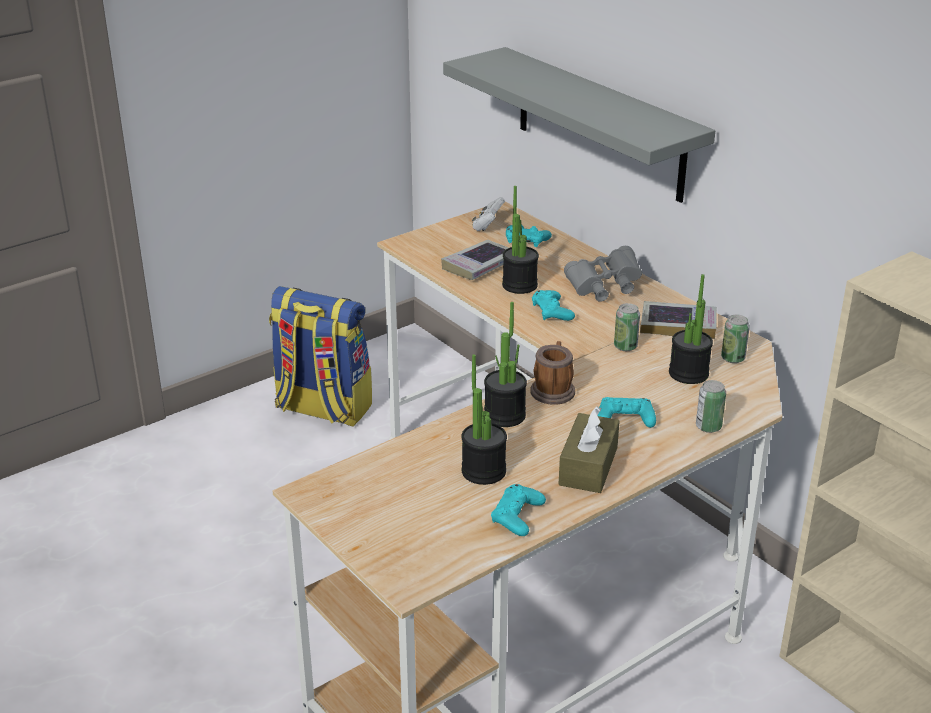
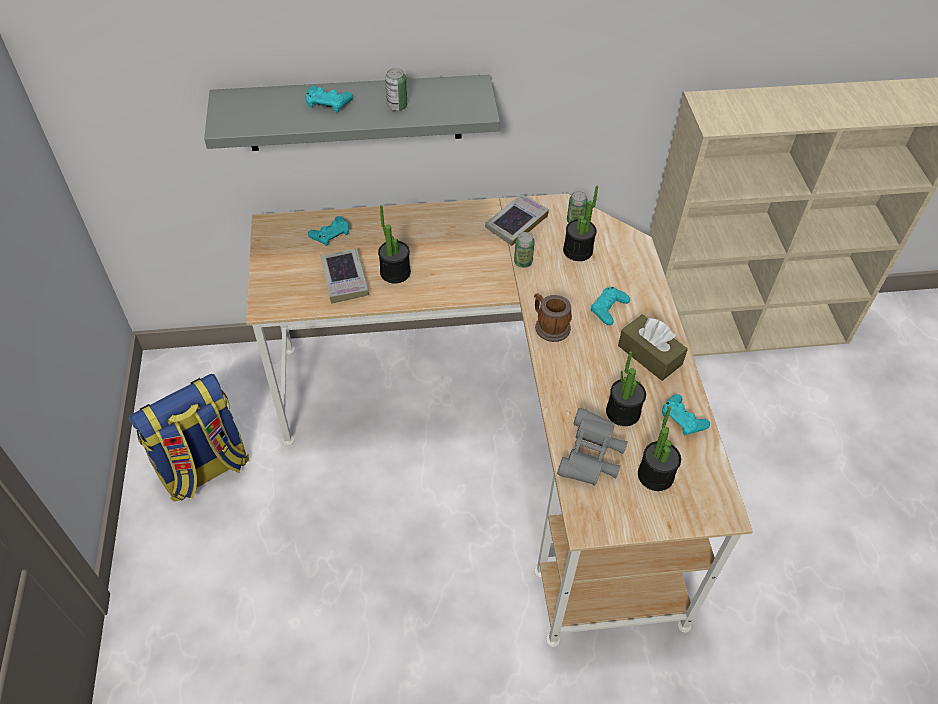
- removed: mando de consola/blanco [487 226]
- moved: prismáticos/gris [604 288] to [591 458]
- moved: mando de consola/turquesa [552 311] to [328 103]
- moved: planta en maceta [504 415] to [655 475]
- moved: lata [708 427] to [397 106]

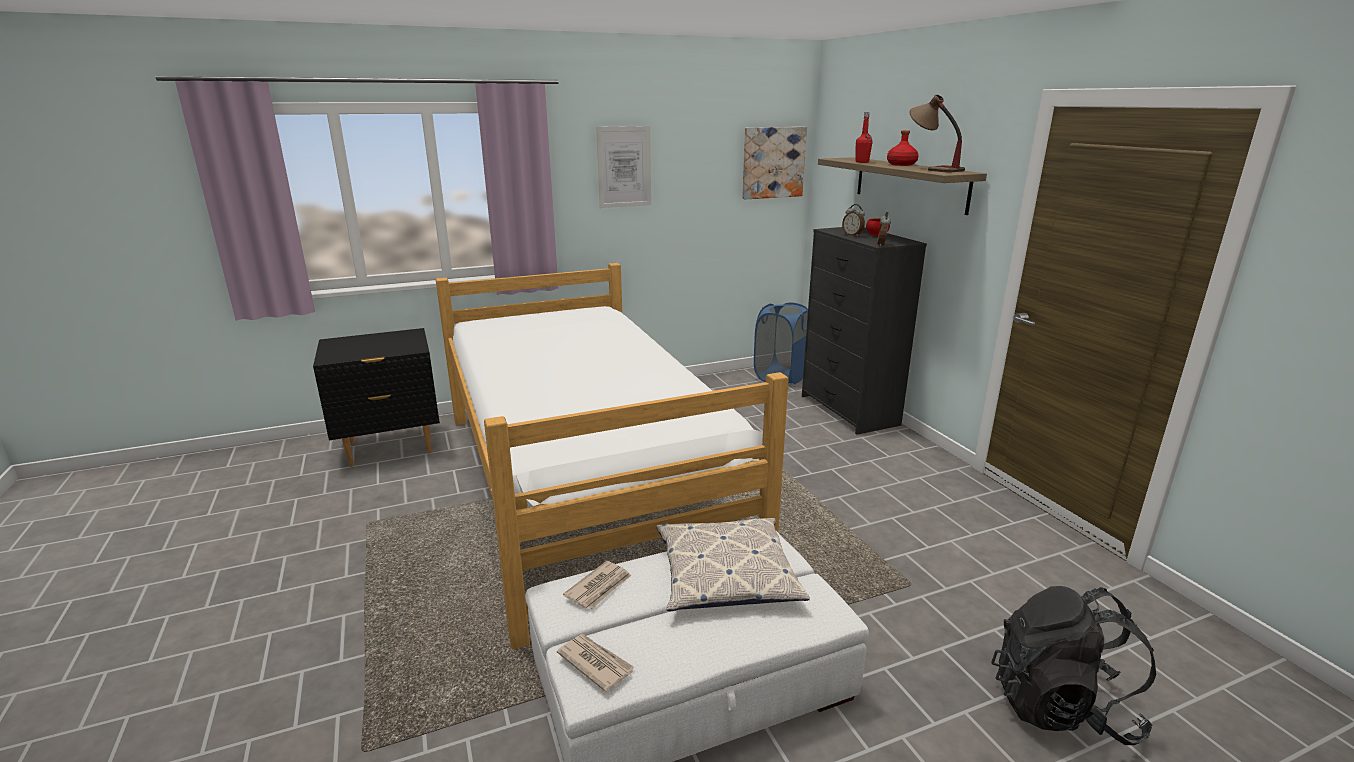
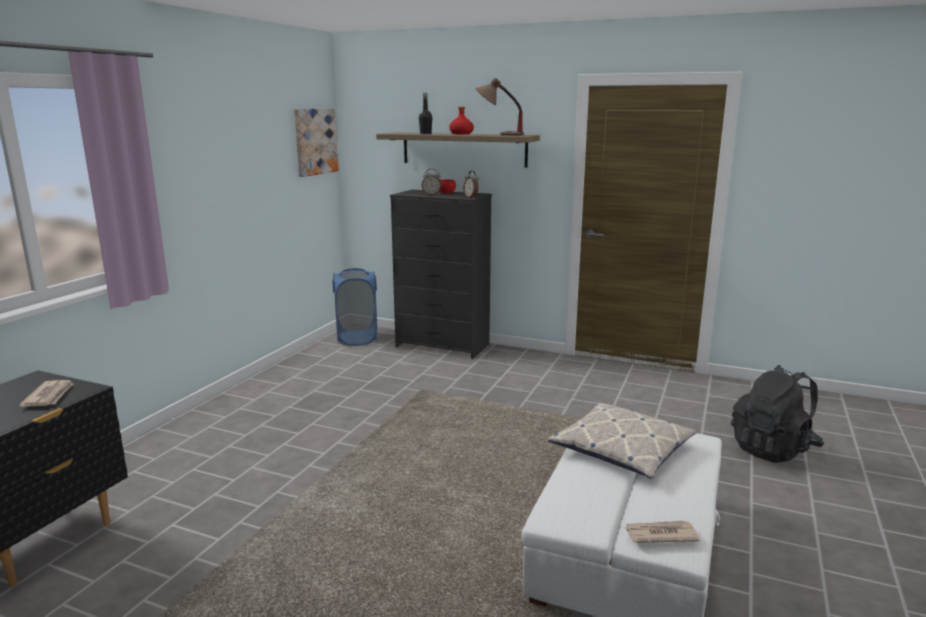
- recoloured: botella/rojo [862 162] to botella/negro [425 134]
- removed: cuadro [624 167]
- removed: cama [584 484]
- moved: periódico [599 587] to [49 396]

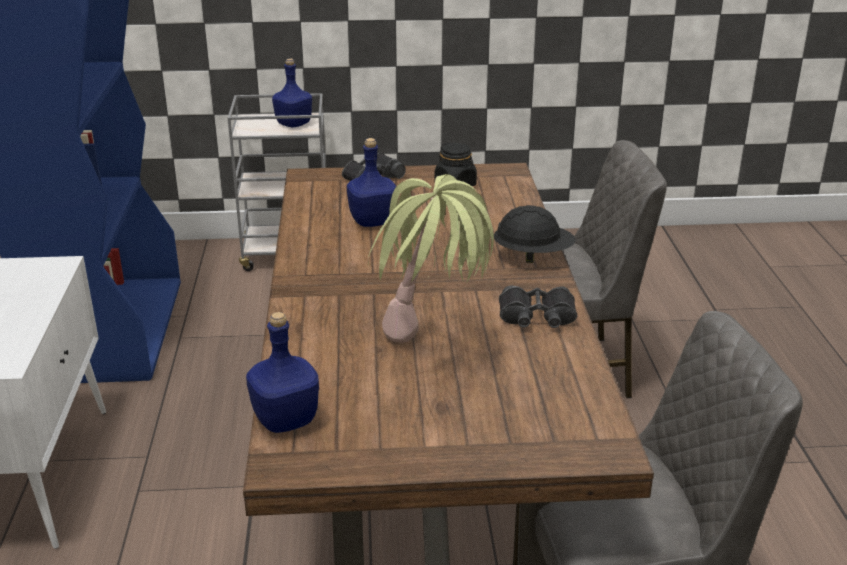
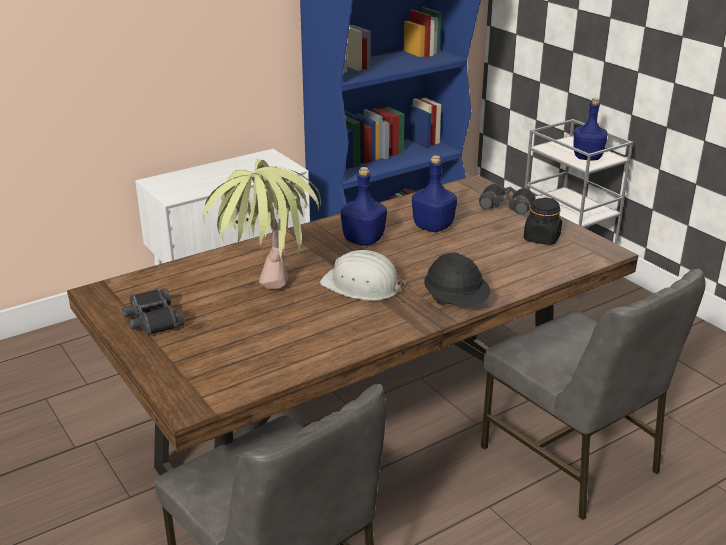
- moved: prismáticos/negro [537 317] to [152 320]
- moved: botella/azul [286 420] to [363 240]
- added: casco/blanco [362 286]

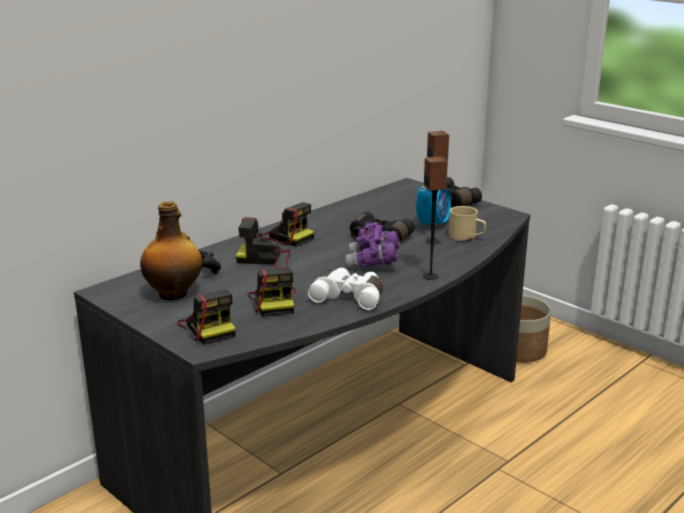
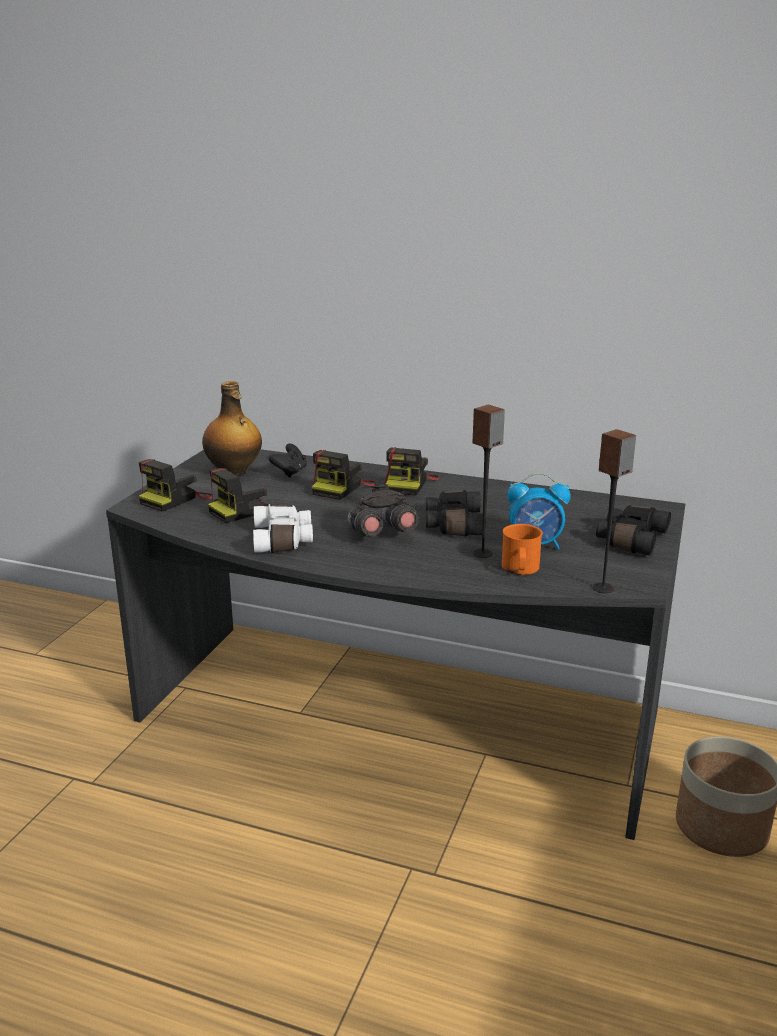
- moved: altavoz [431 276] to [603 588]
- recoloured: taza grande/beis [466 237] to taza grande/naranja [520 570]
- turned: cámara [266 259] = [342 488] 135 degrees counterclockwise
- recoloured: prismáticos/morado [373 264] to prismáticos/gris [381 535]

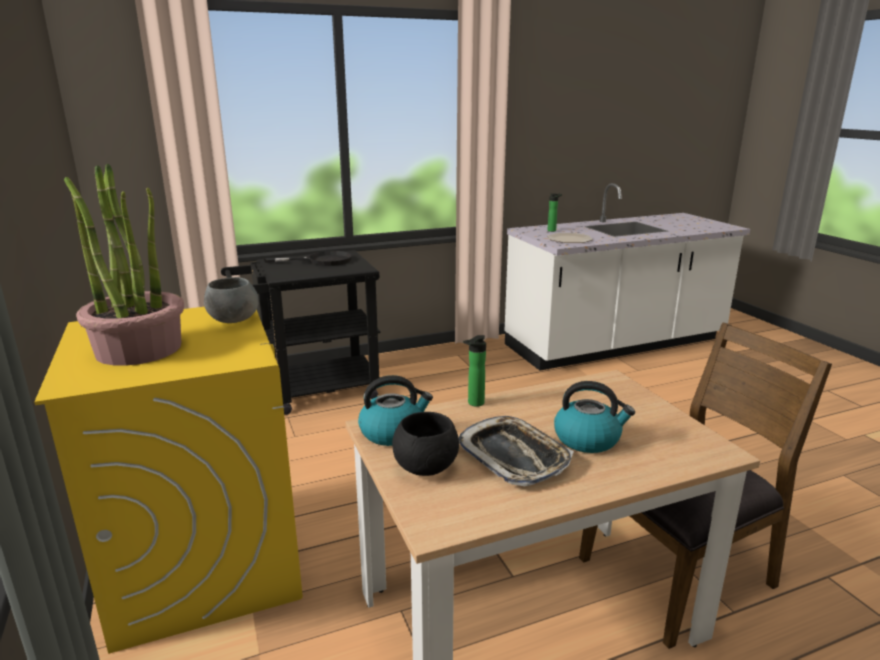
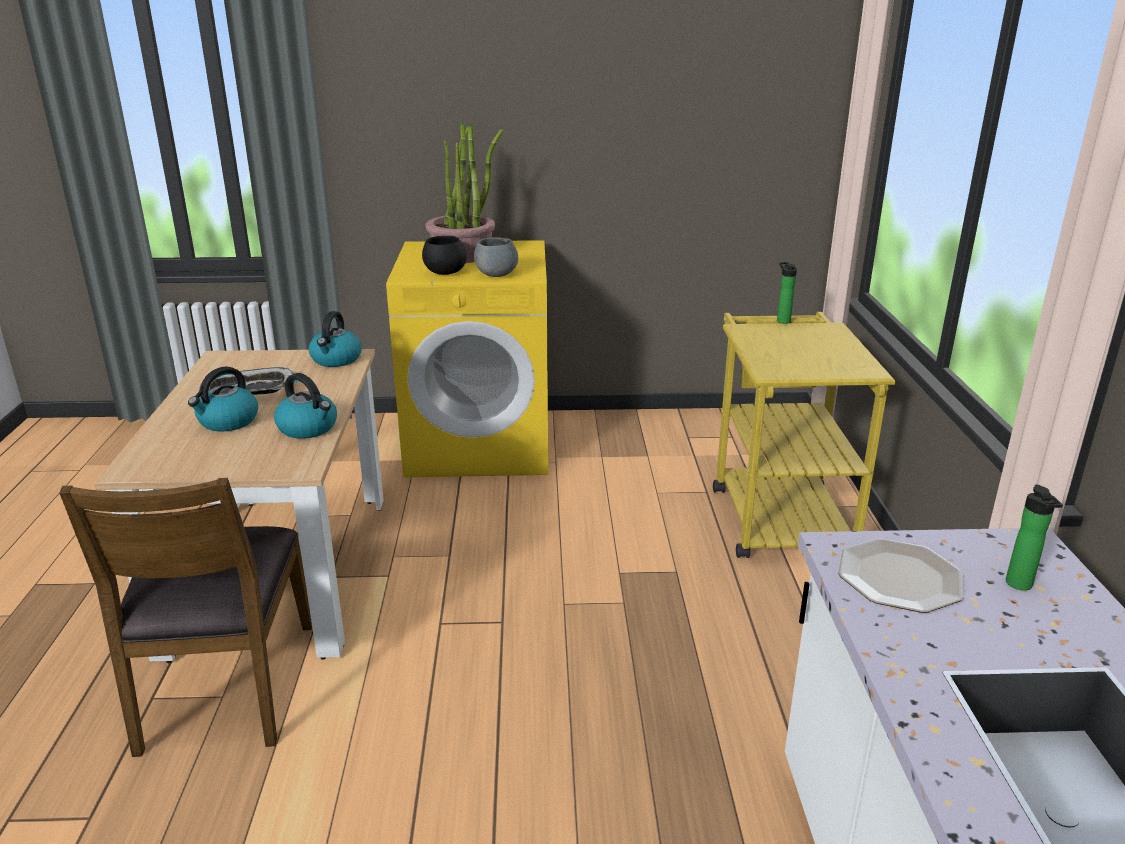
- recoloured: carrito/negro [312 391] to carrito/amarillo [777 513]
- removed: sartén/negro [321 261]
- moved: botella [474 403] to [782 320]
- moved: cuenco/negro [425 467] to [445 272]
- added: hervidor [308 428]

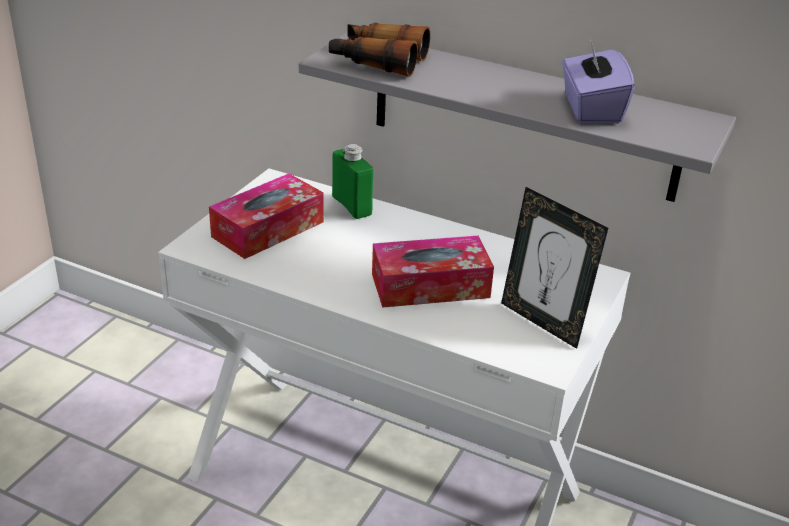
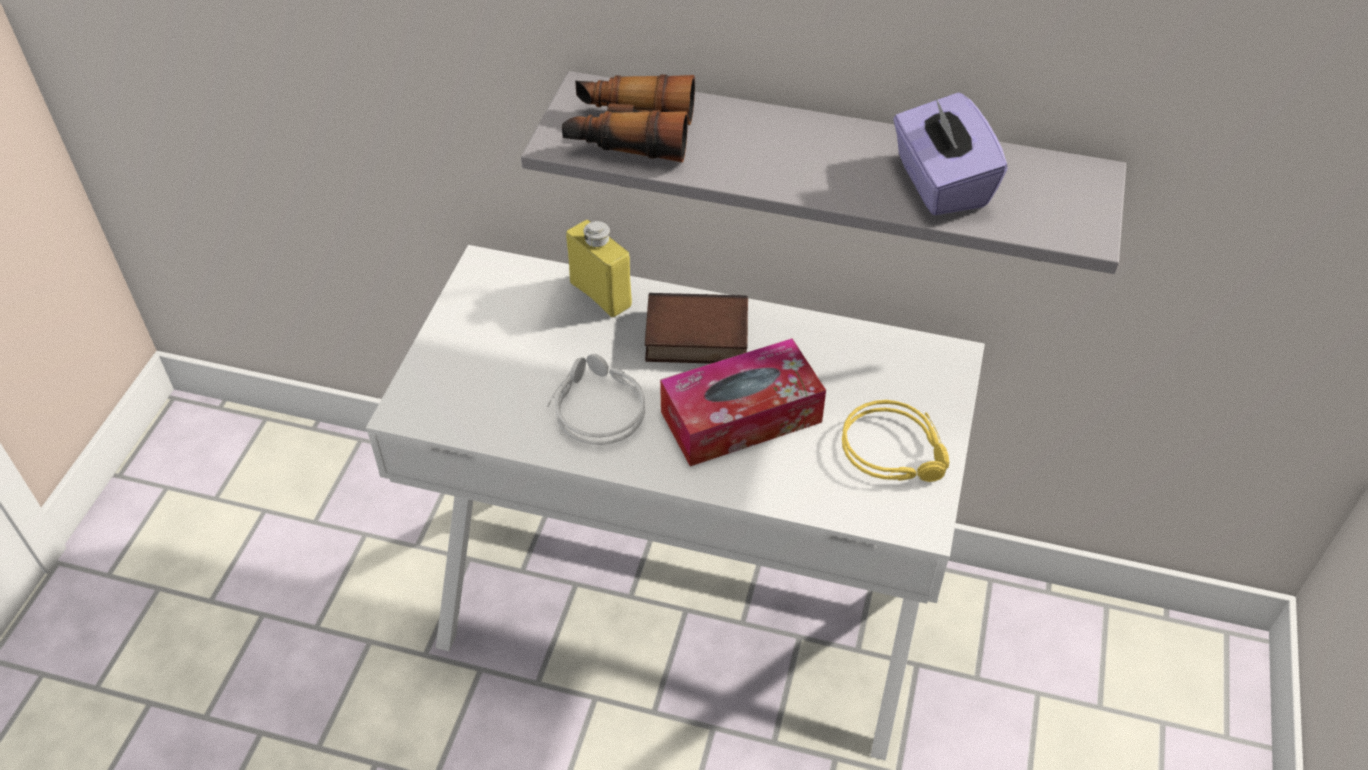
- recoloured: botella/verde [351 206] to botella/amarillo [600 294]
- removed: caja de pañuelos [268 229]
- replaced: portarretratos [543 322] to auriculares/amarillo [897 450]
- added: libro [695 339]
- added: auriculares/gris [595 407]

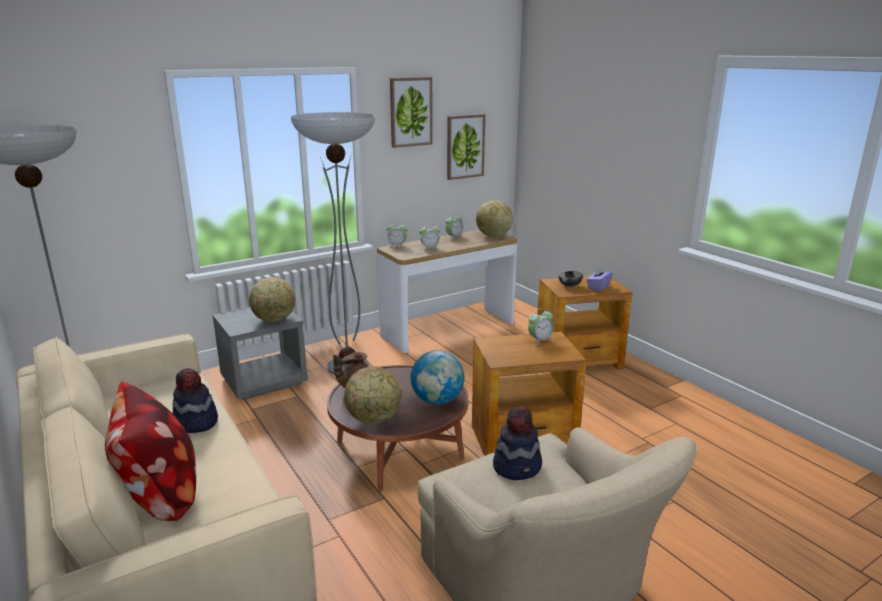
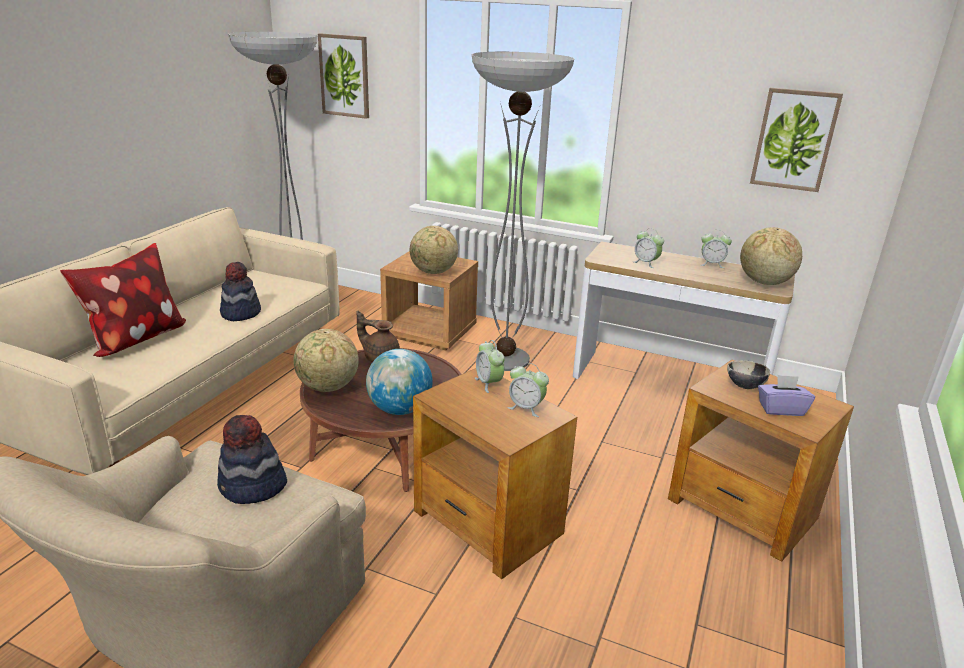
- moved: cuadro [410 112] to [345 76]
- moved: despertador [397 246] to [489 383]
- recoloured: mesita de noche/gris [264 380] to mesita de noche/marrón [430 332]

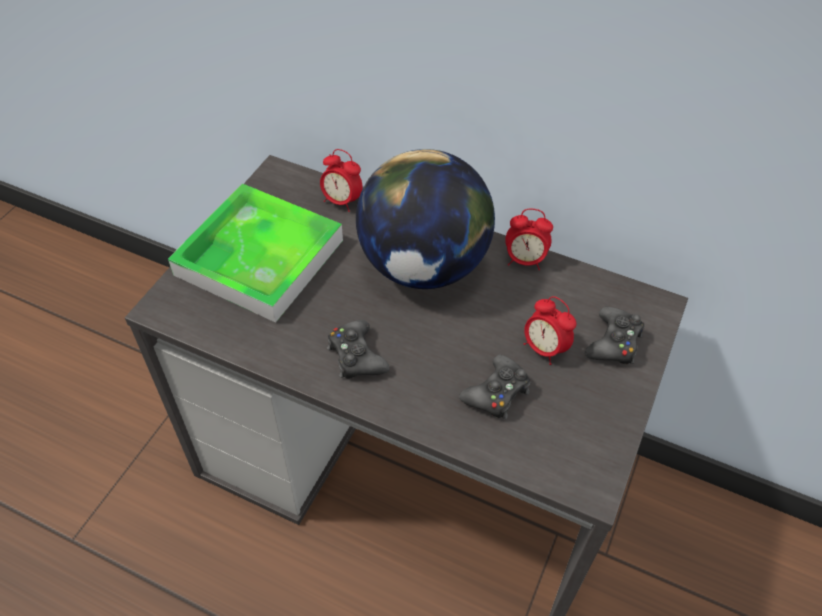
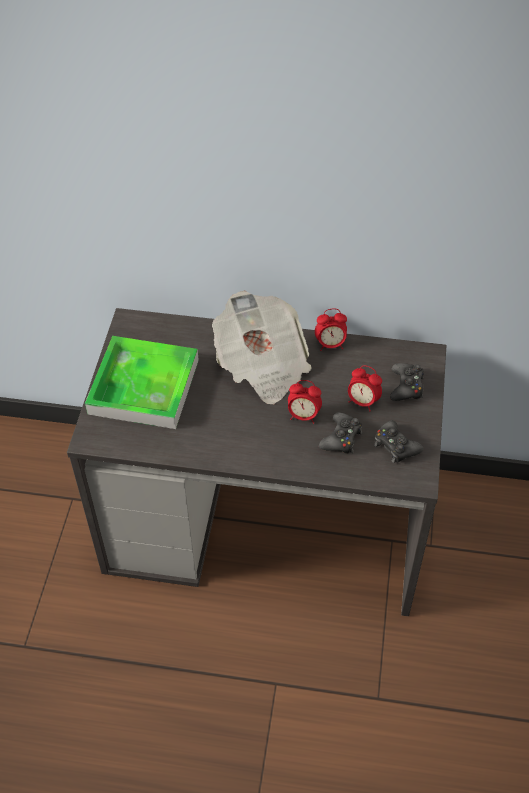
- moved: despertador [341 201] to [303 416]
- replaced: globo terráqueo [423 266] to periódico [262 365]
- moved: mando de consola/negro [356 356] to [395 446]

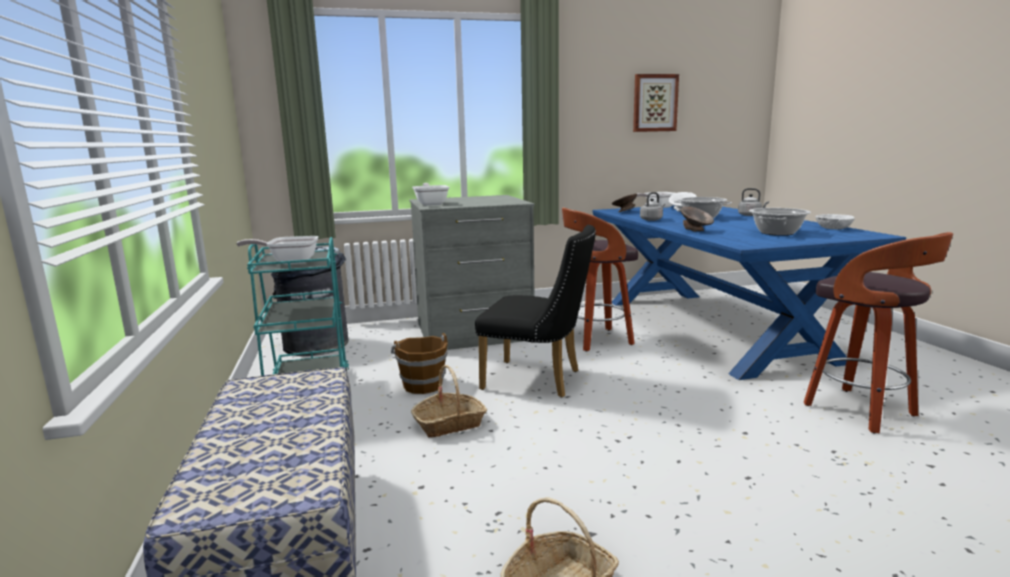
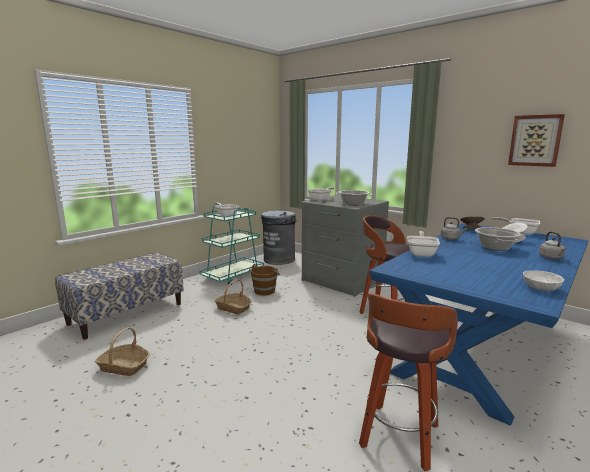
- replaced: cuenco/gris [696 231] to sartén [422 253]
- moved: olla [777 233] to [353 204]
- removed: silla/negro [539 381]

